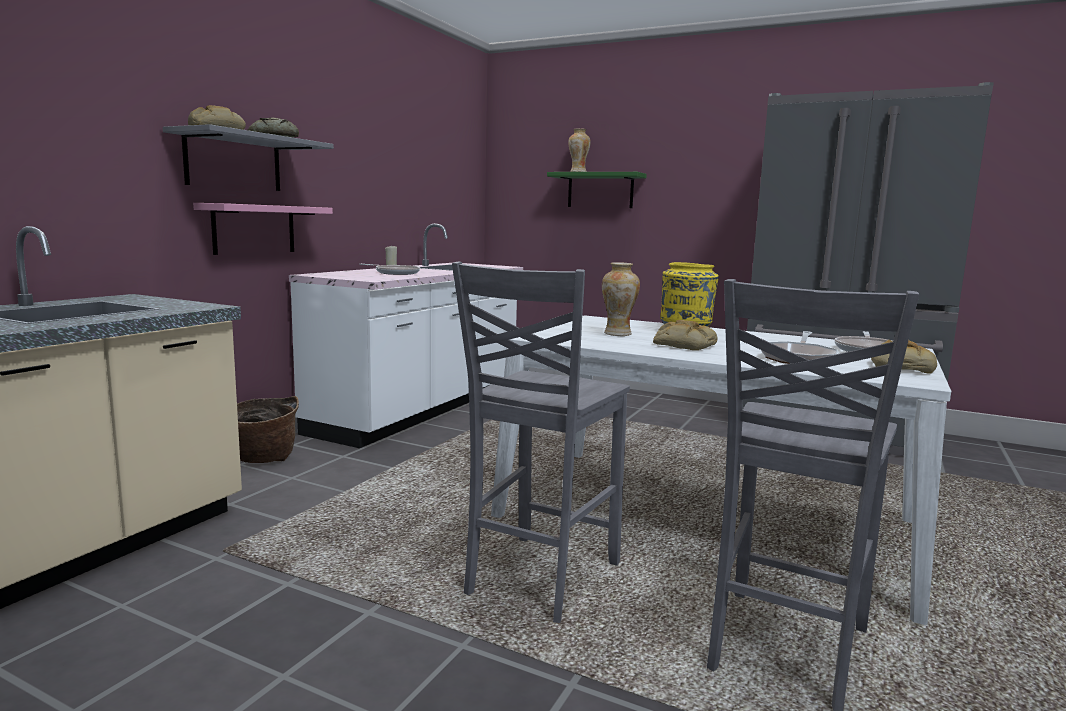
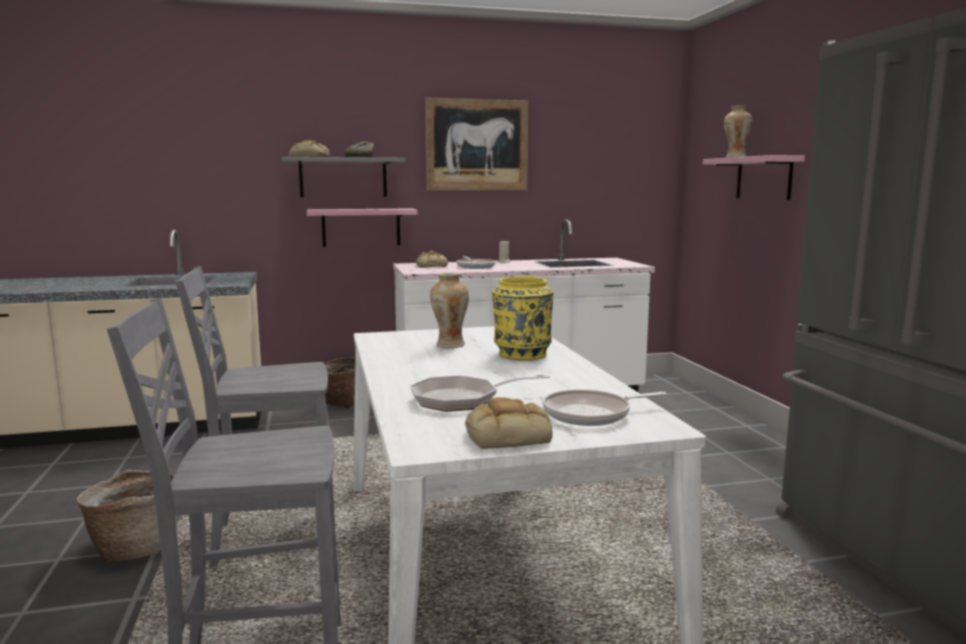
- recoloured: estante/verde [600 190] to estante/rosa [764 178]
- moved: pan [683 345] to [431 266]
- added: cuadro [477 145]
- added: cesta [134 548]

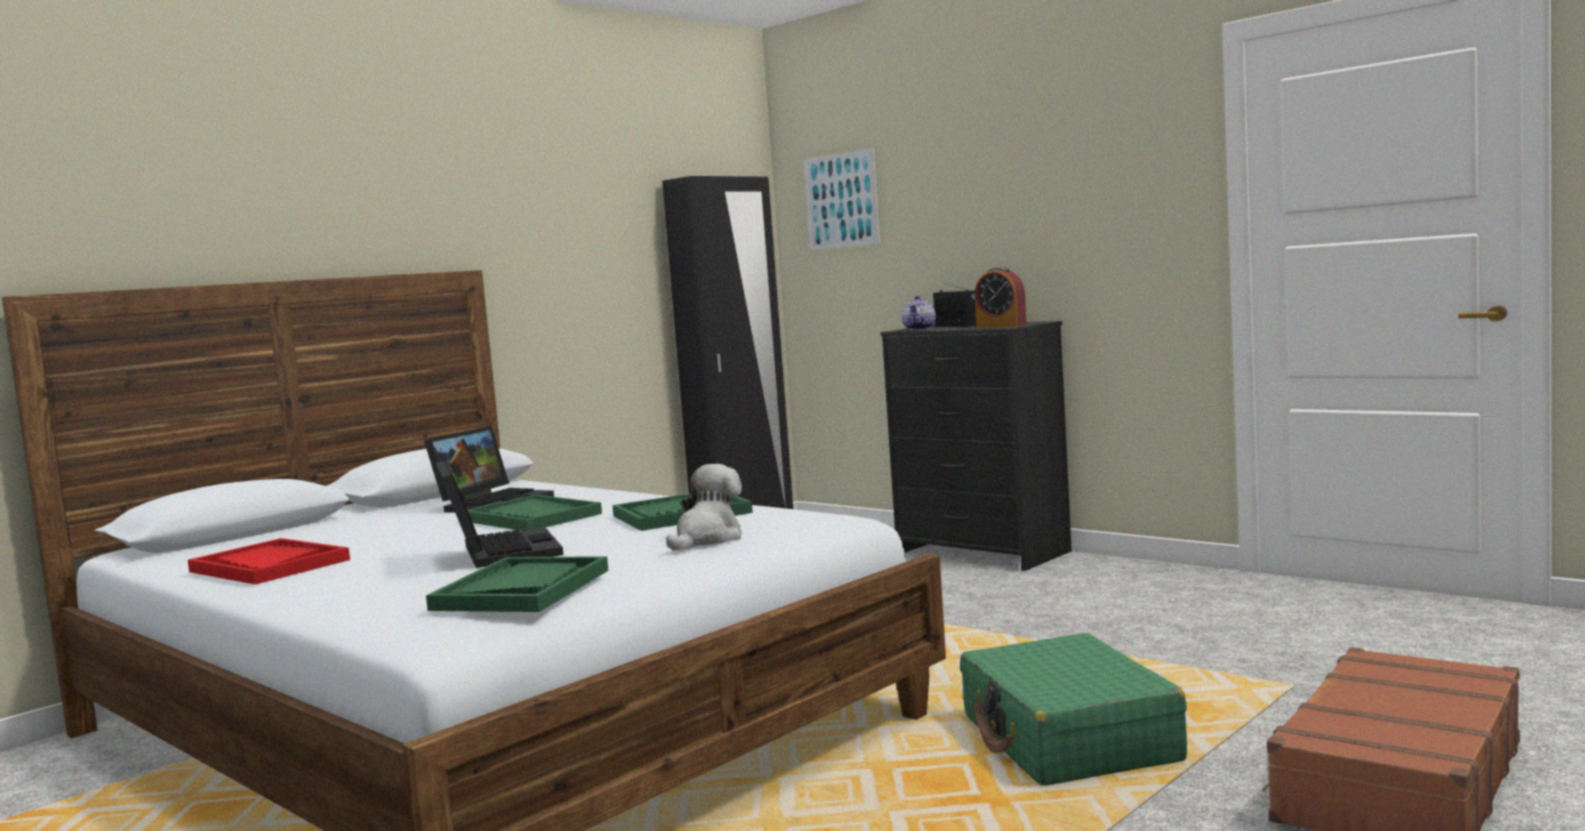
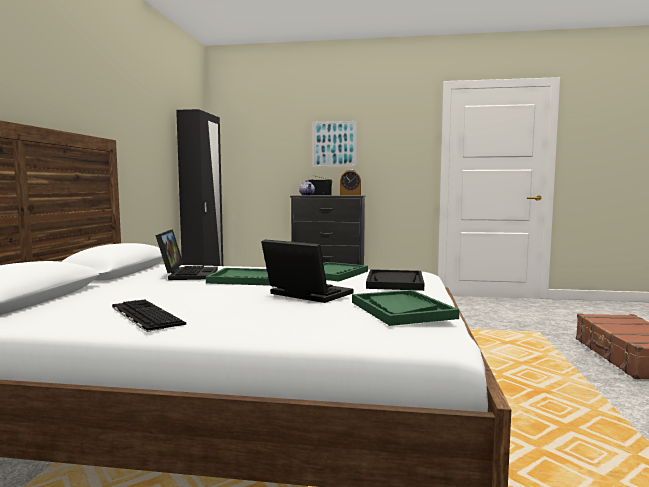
- moved: cuadro [841 200] to [334 144]
- replaced: peluche [707 539] to bandeja/negro [395 282]
- replaced: bandeja/rojo [269 566] to teclado [144 315]
- removed: maleta/verde [1068 739]

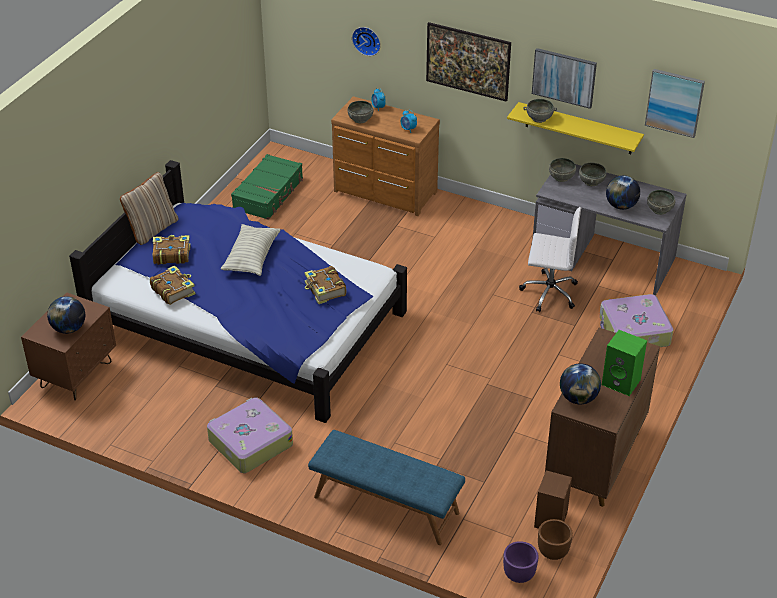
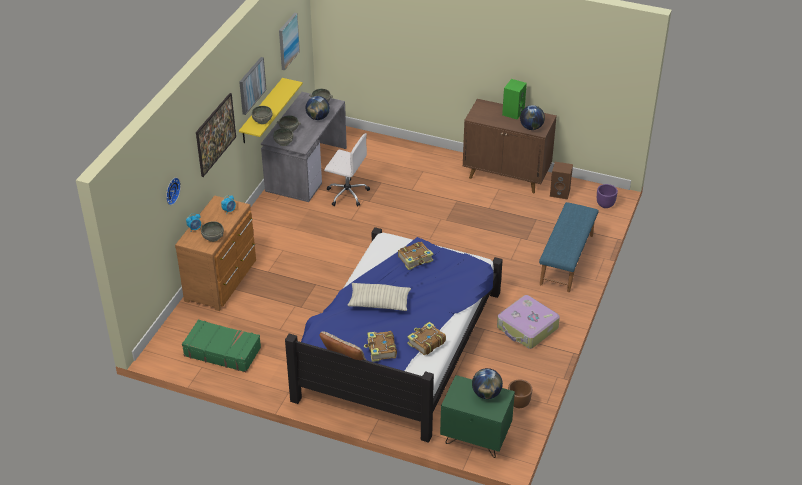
- turned: silla de oficina/blanco [548 292] = [346 193] 105 degrees clockwise
- recoloured: mesita de noche/marrón [76 375] to mesita de noche/verde [475 439]
- removed: maleta [633 332]
- moved: maceta/marrón [552 551] to [518 403]

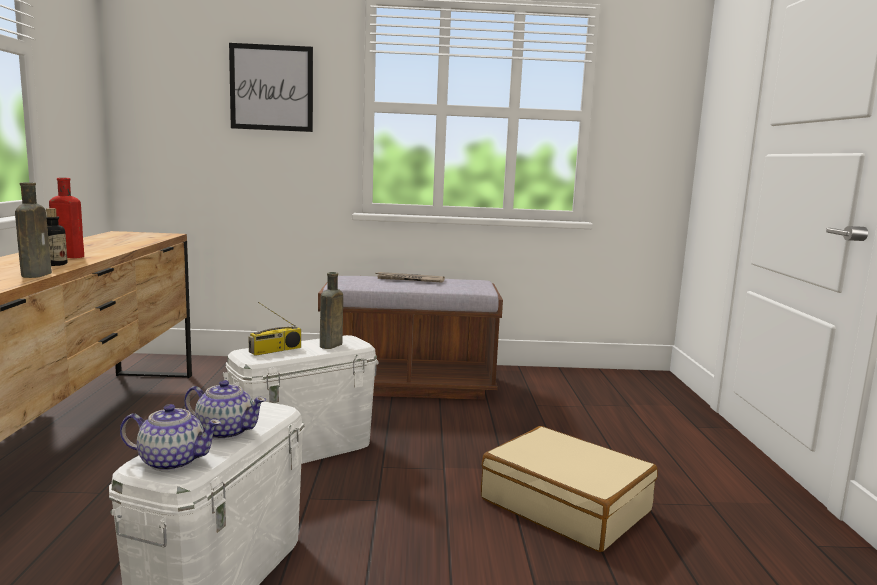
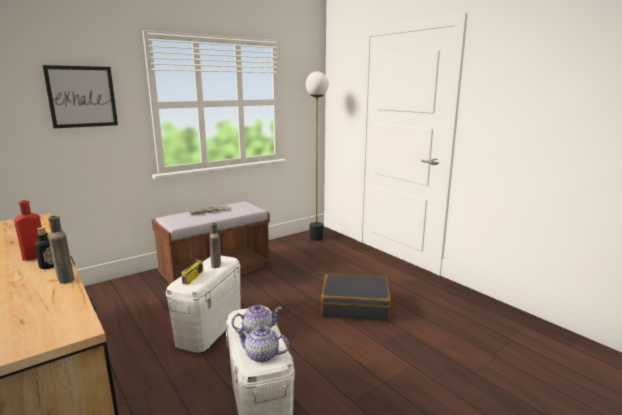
- turned: tetera [171 461] = [262 355] 135 degrees counterclockwise
- recoloured: maleta/beis [566 505] to maleta/negro [355 306]
- added: lámpara de pie [316 238]

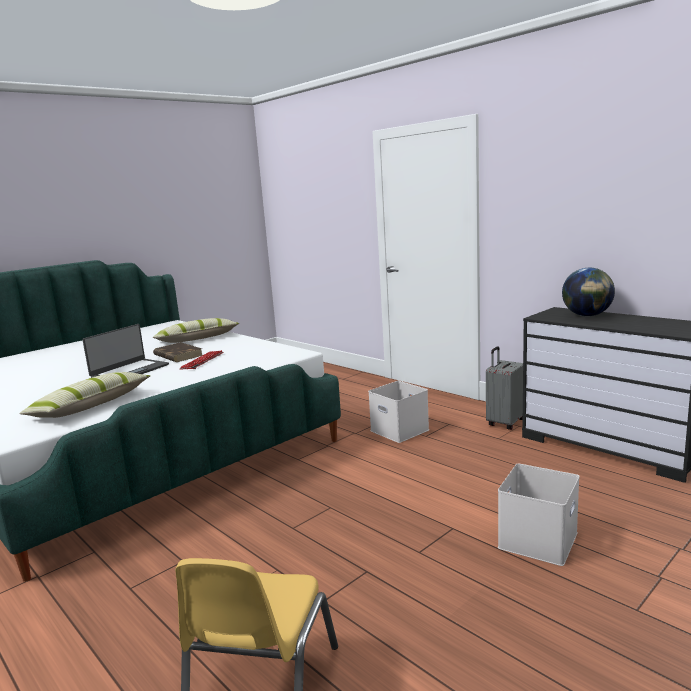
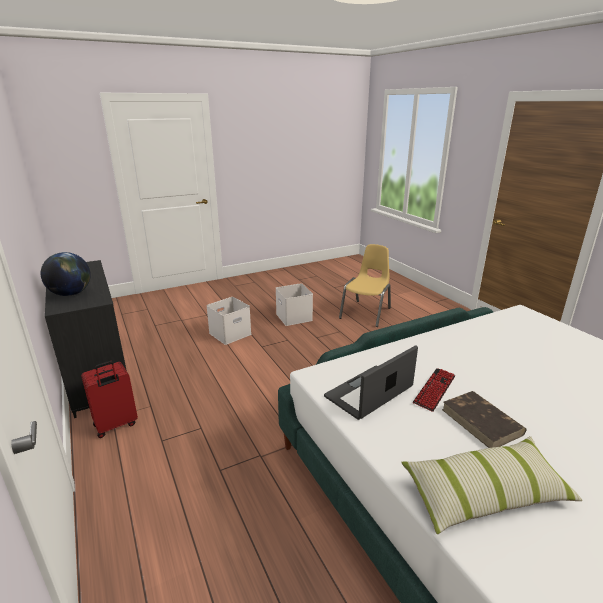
- moved: portátil [129 371] to [369 393]
- recoloured: maleta/gris [504 423] to maleta/rojo [116 425]
- removed: cojín [90 406]
- moved: caja de almacenaje/blanco [398 430] to [295 317]

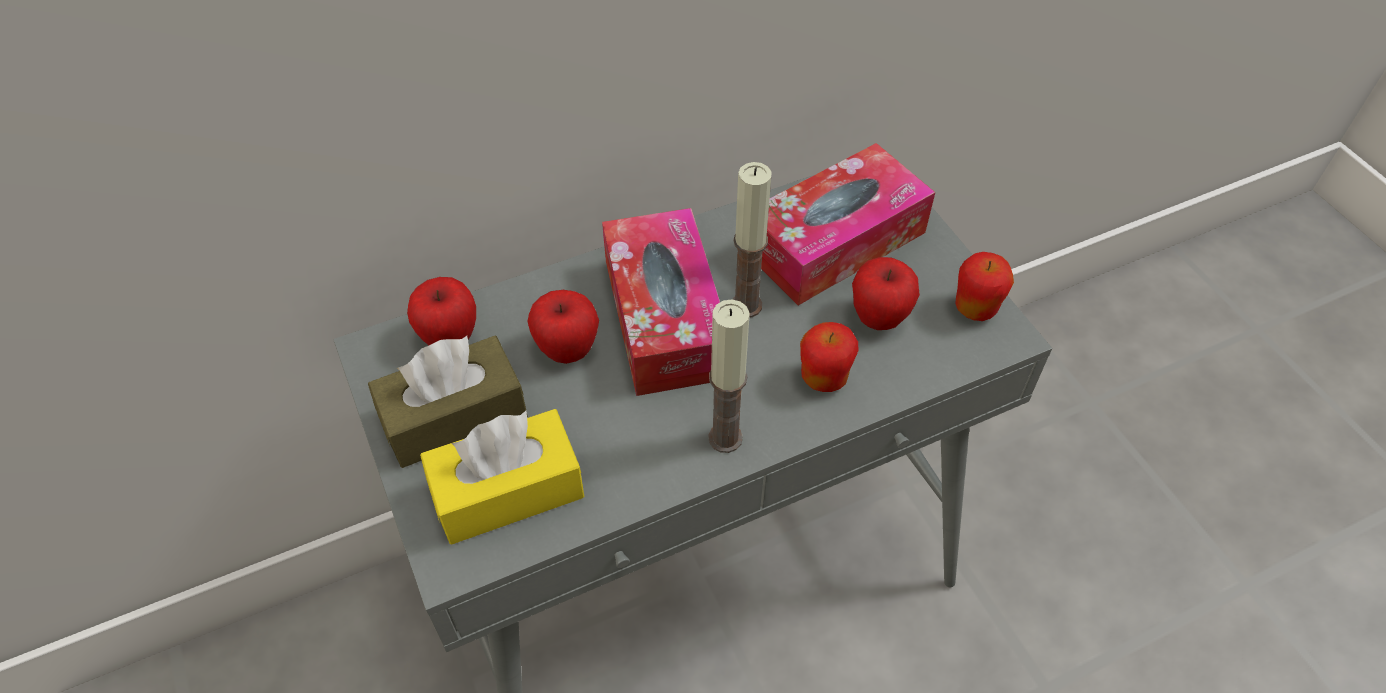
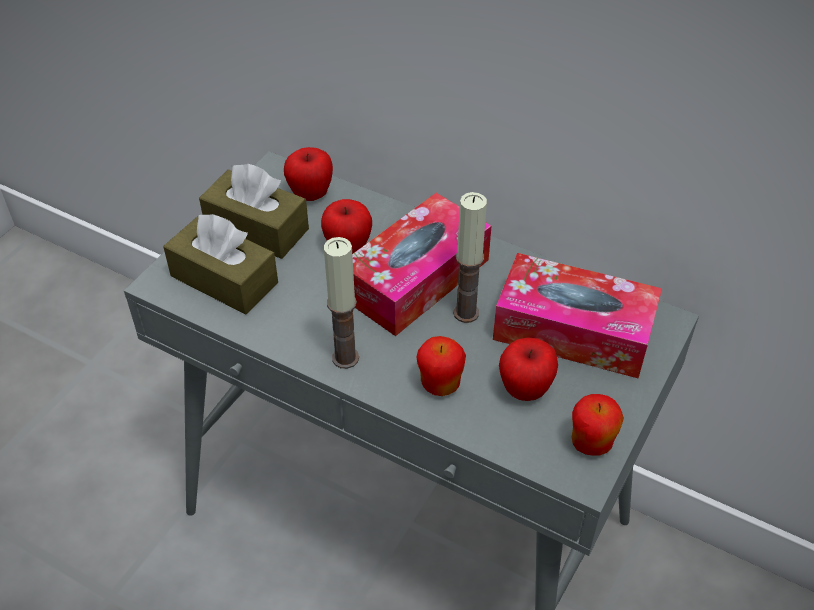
- recoloured: caja de pañuelos/amarillo [508 491] to caja de pañuelos/marrón [224 279]

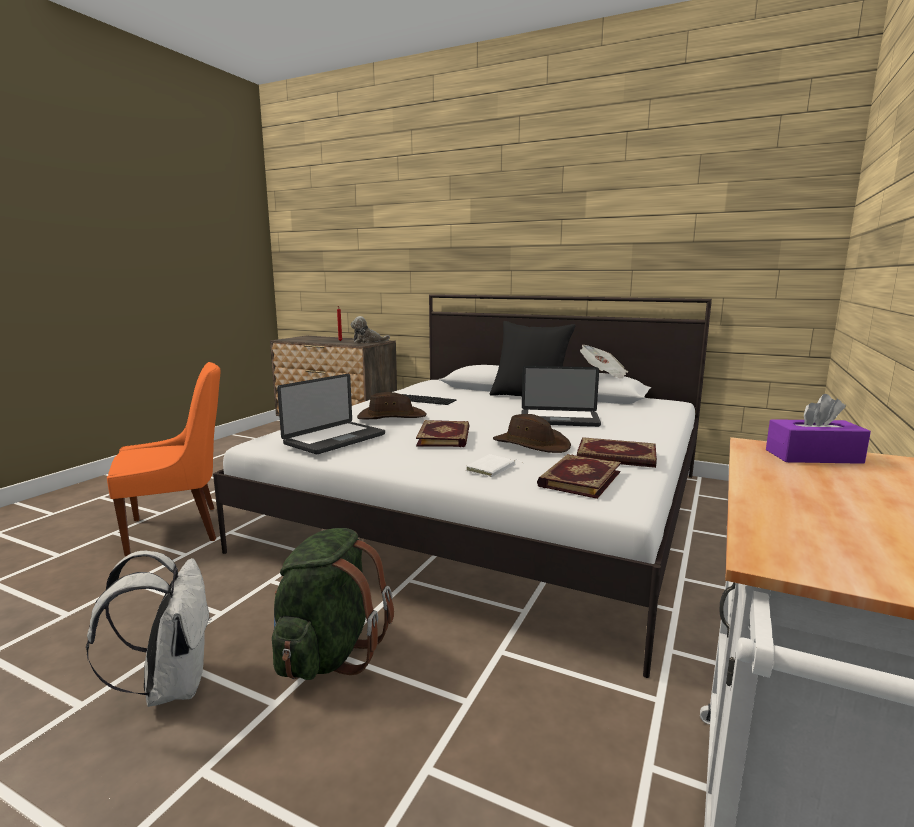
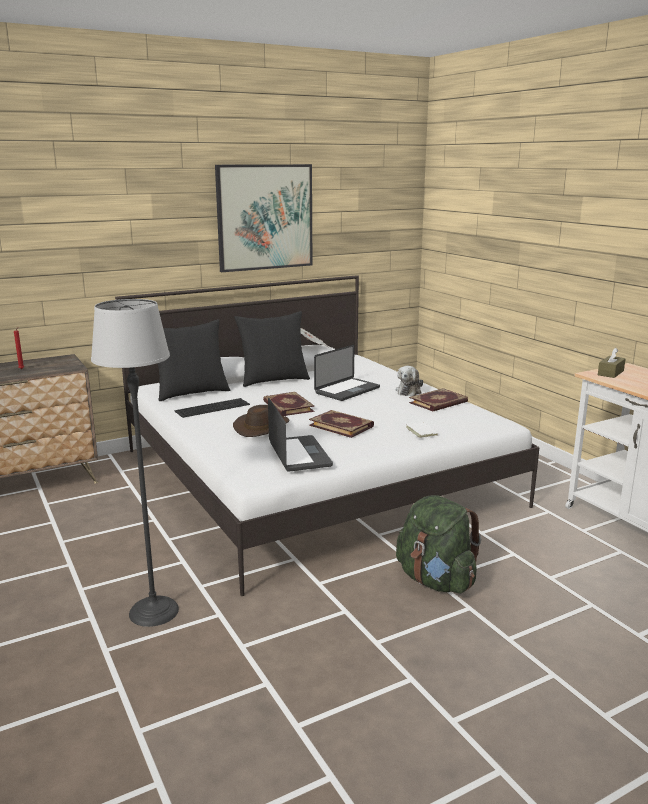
- moved: peluche [368 341] to [409 391]
- replaced: silla/naranja [179 529] to lámpara de pie [154 611]
- recoloured: caja de pañuelos/morado [813 456] to caja de pañuelos/marrón [610 373]
- removed: sombrero/marrón [531 444]
- moved: libro [578 479] to [287 406]
- removed: mochila/blanco [171 685]
- added: cuadro [265 217]
- added: cojín/negro [192 393]

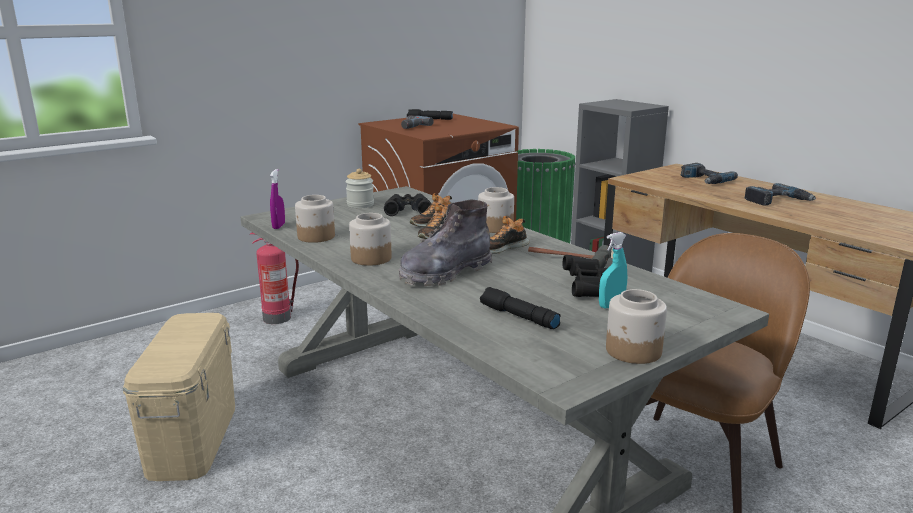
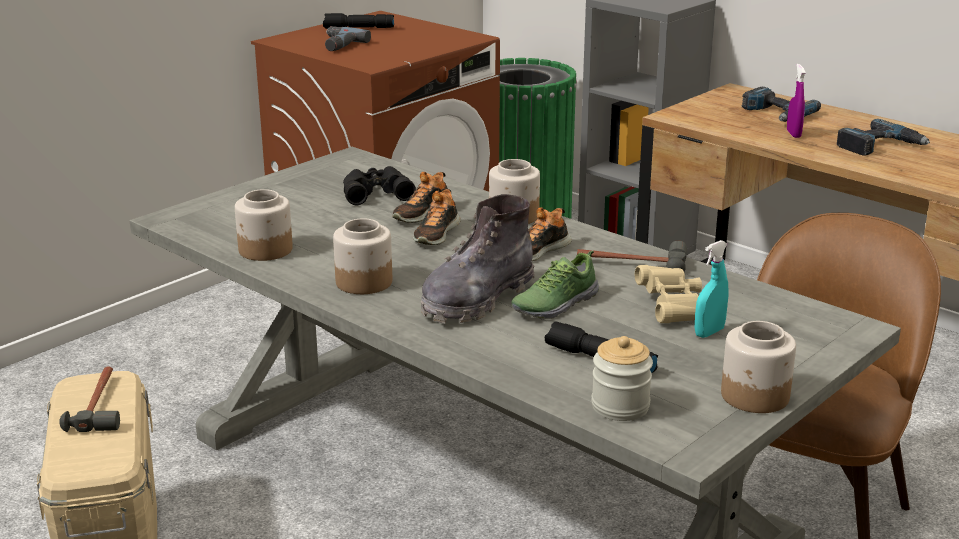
- moved: pulverizador/morado [279 226] to [793 134]
- moved: tarro [360 205] to [620 407]
- removed: extintor [278 318]
- recoloured: prismáticos/negro [589 288] to prismáticos/beis [673 309]
- added: zapato [554 304]
- added: martillo [101 404]

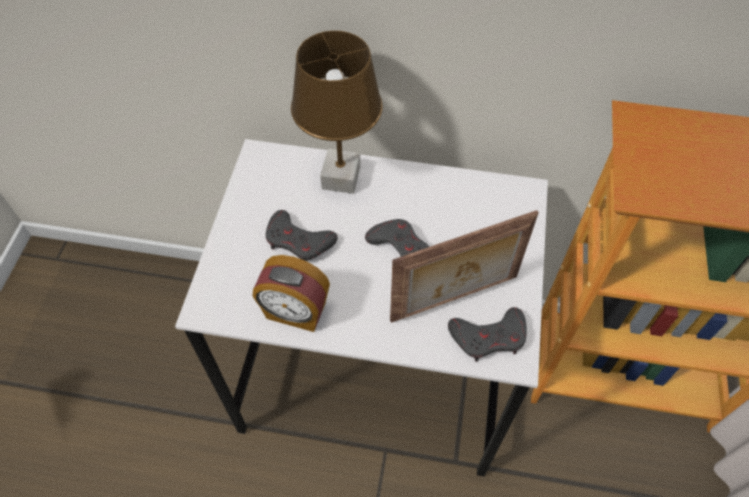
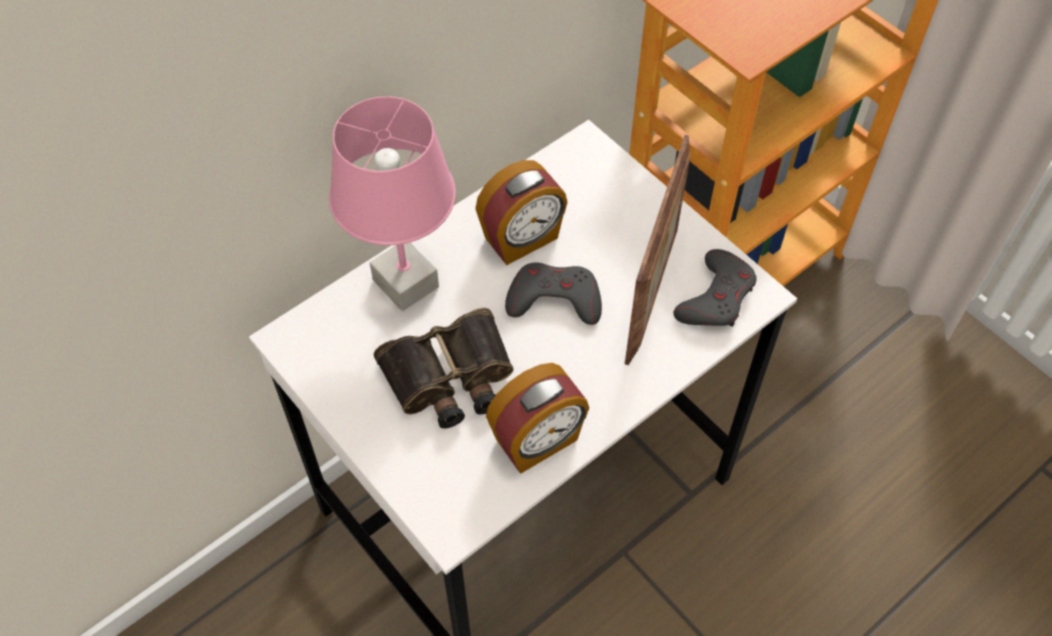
- recoloured: lámpara de mesa/marrón [340 177] to lámpara de mesa/rosa [404 283]
- replaced: mando de consola/gris [299 241] to prismáticos [450 378]
- added: despertador [522 239]

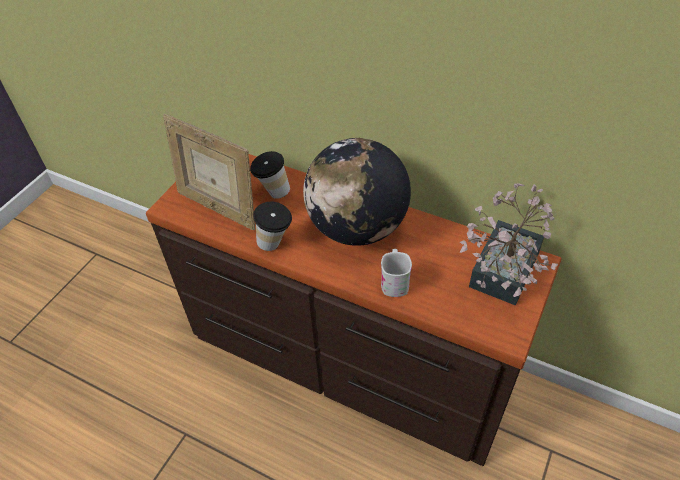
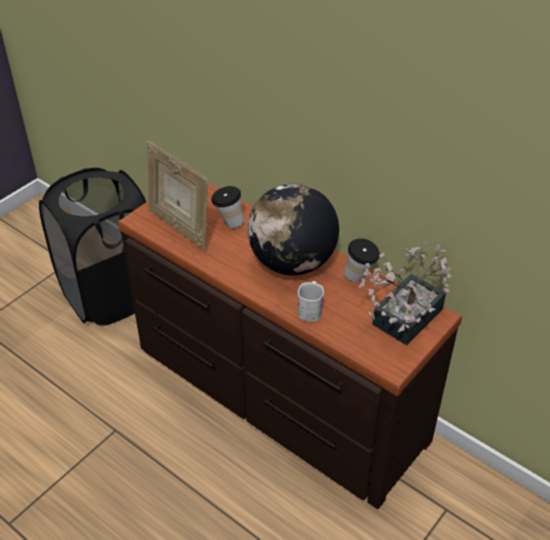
- moved: taza [276 244] to [360 277]
- added: cesto de la ropa/negro [111 294]

